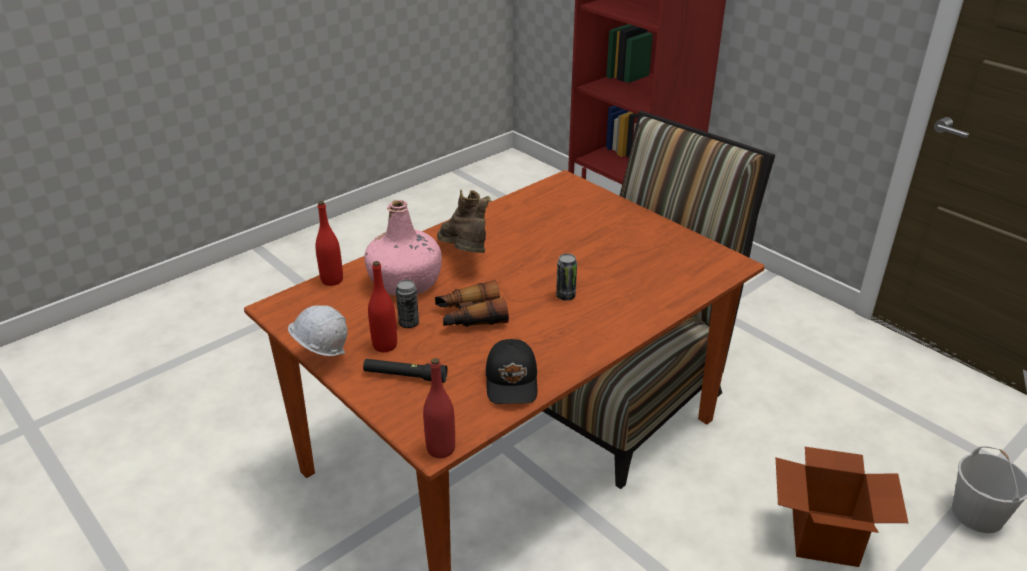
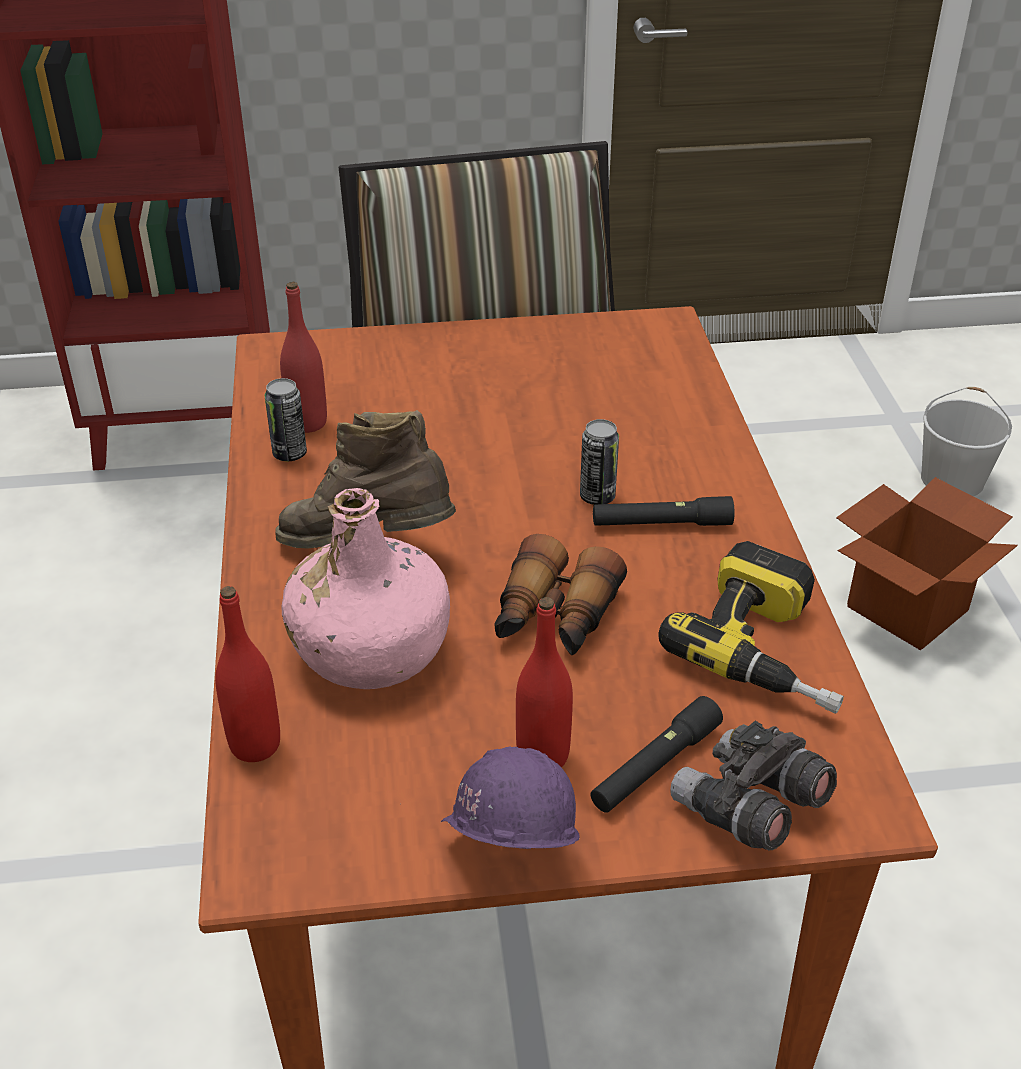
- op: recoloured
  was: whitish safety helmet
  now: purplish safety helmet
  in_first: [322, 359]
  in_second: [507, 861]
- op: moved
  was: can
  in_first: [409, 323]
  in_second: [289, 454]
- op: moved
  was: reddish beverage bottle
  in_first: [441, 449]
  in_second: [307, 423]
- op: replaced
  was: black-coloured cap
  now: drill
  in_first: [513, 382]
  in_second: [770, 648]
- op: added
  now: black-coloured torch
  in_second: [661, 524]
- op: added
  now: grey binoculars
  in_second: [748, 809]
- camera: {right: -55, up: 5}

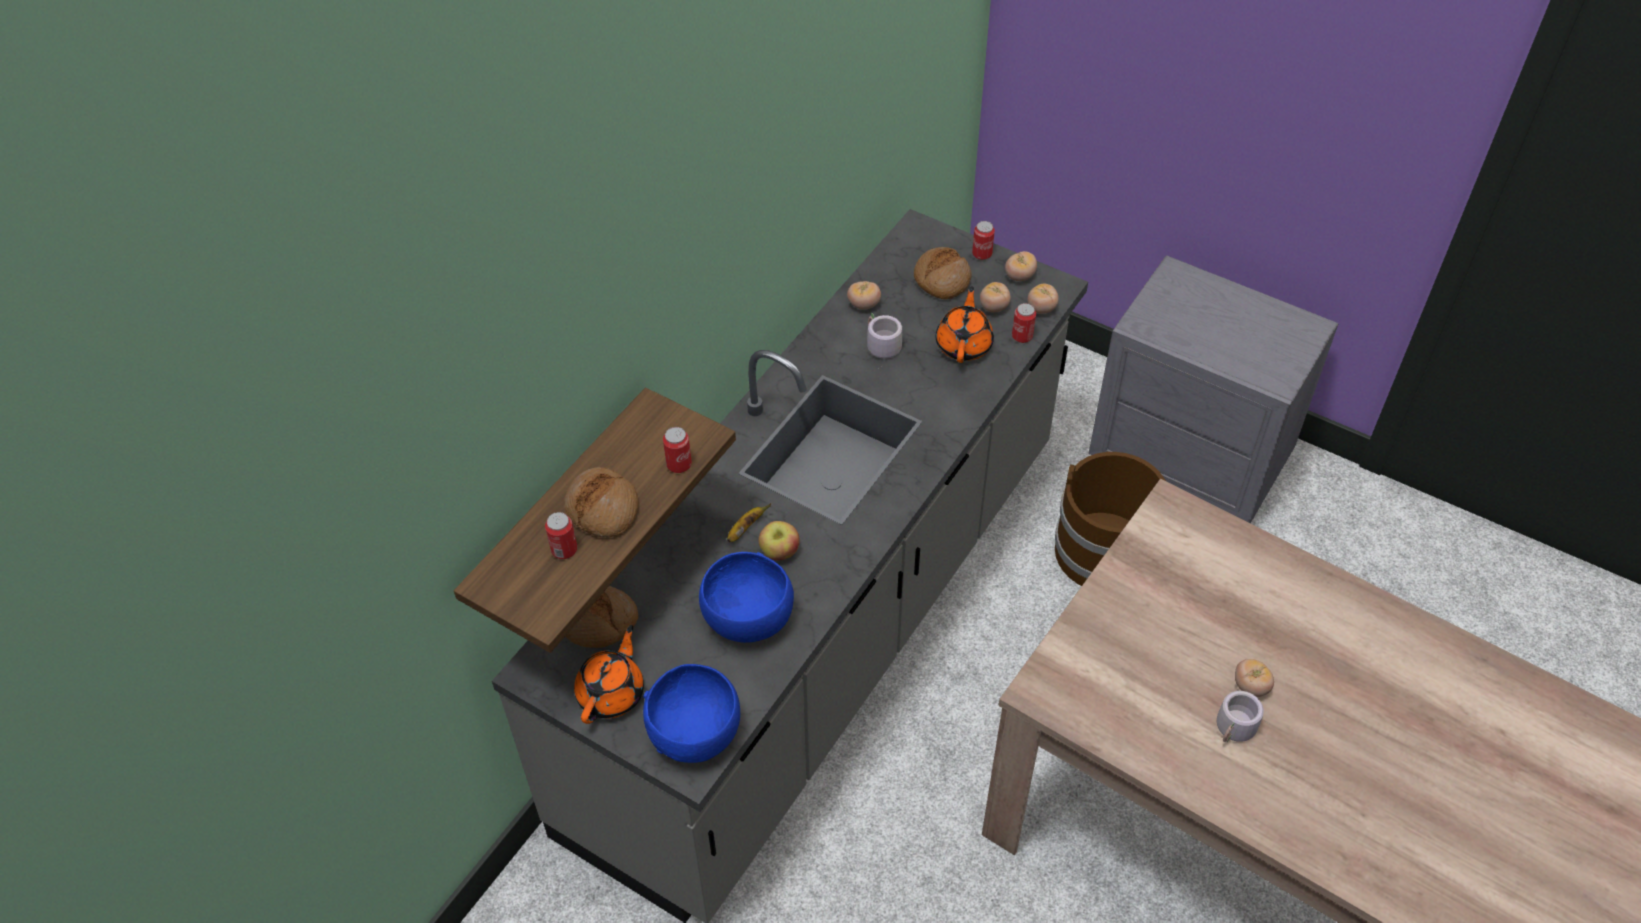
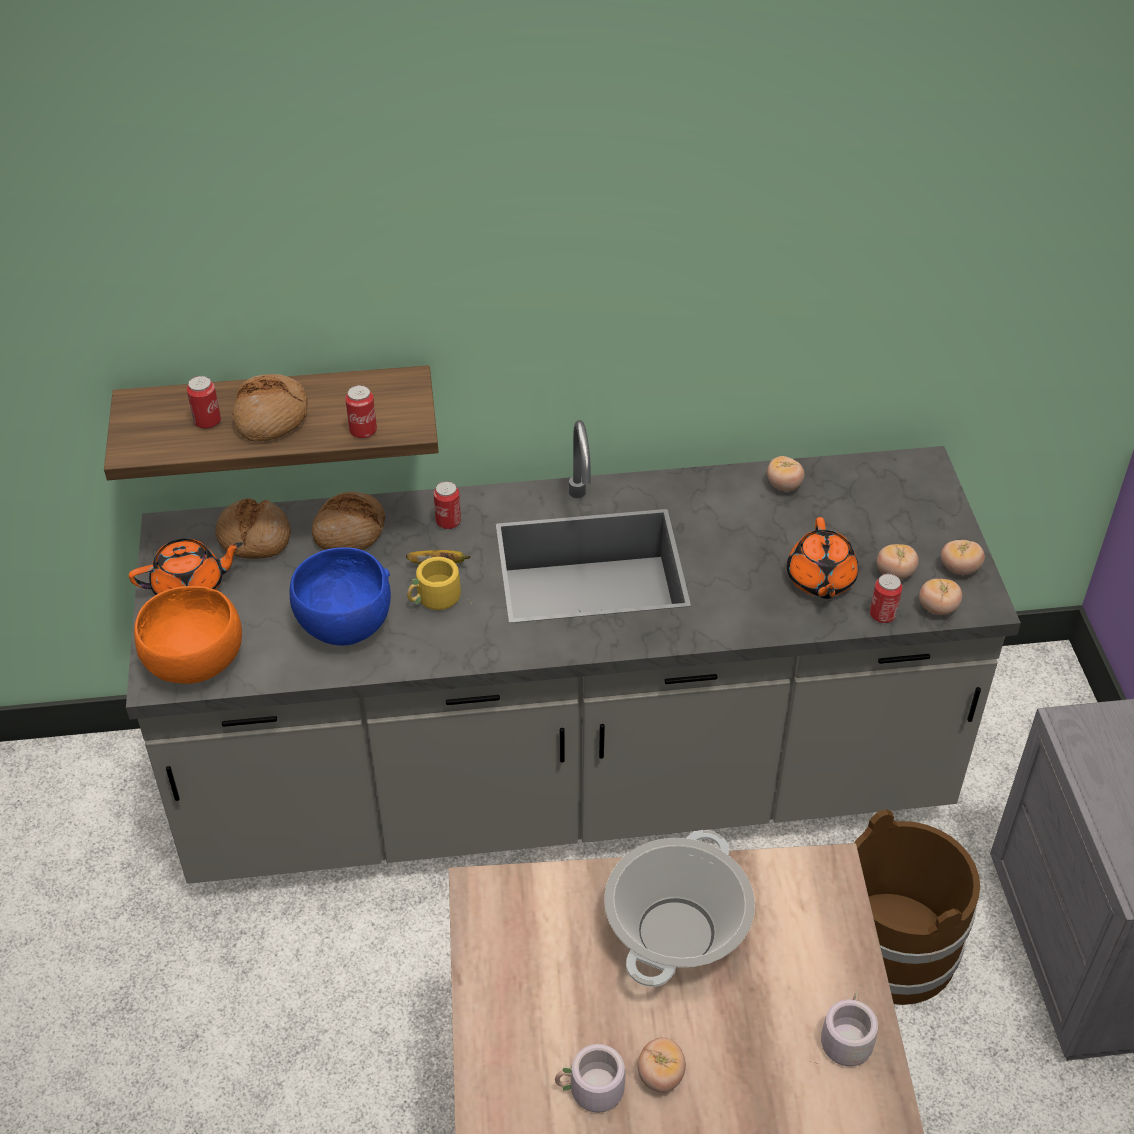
- op: recoloured
  was: bluish bowl
  now: orangey bowl
  in_first: [695, 731]
  in_second: [196, 661]
- op: replaced
  was: apple
  now: yellowish mug
  in_first: [779, 552]
  in_second: [435, 600]
- op: moved
  was: grey mug
  in_first: [879, 346]
  in_second: [844, 1037]
- op: moved
  was: bakery bread
  in_first: [941, 280]
  in_second: [349, 531]
- op: turned
  was: orangey teapot
  in_first: [964, 344]
  in_second: [820, 580]
  clockwise: 120
- op: moved
  was: can
  in_first: [982, 254]
  in_second: [448, 522]
- op: added
  now: saucepot
  in_second: [675, 932]
- camera: {right: 50, up: -5}

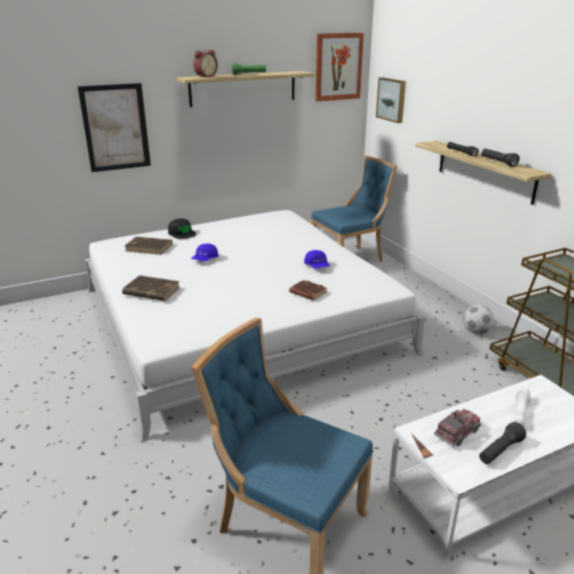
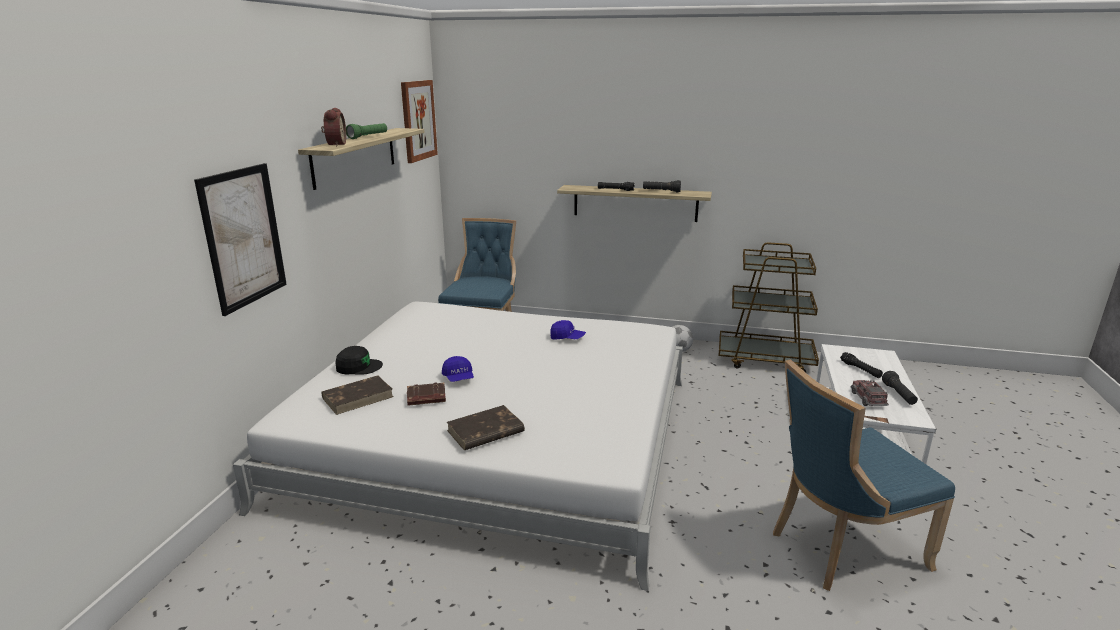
- op: moved
  was: brown bound book
  in_first: [307, 293]
  in_second: [426, 398]
- op: removed
  was: wall art
  in_first: [392, 99]
- op: recoloured
  was: whitish torch
  now: black-coloured torch
  in_first: [520, 412]
  in_second: [860, 369]
- camera: {right: -50, up: -5}

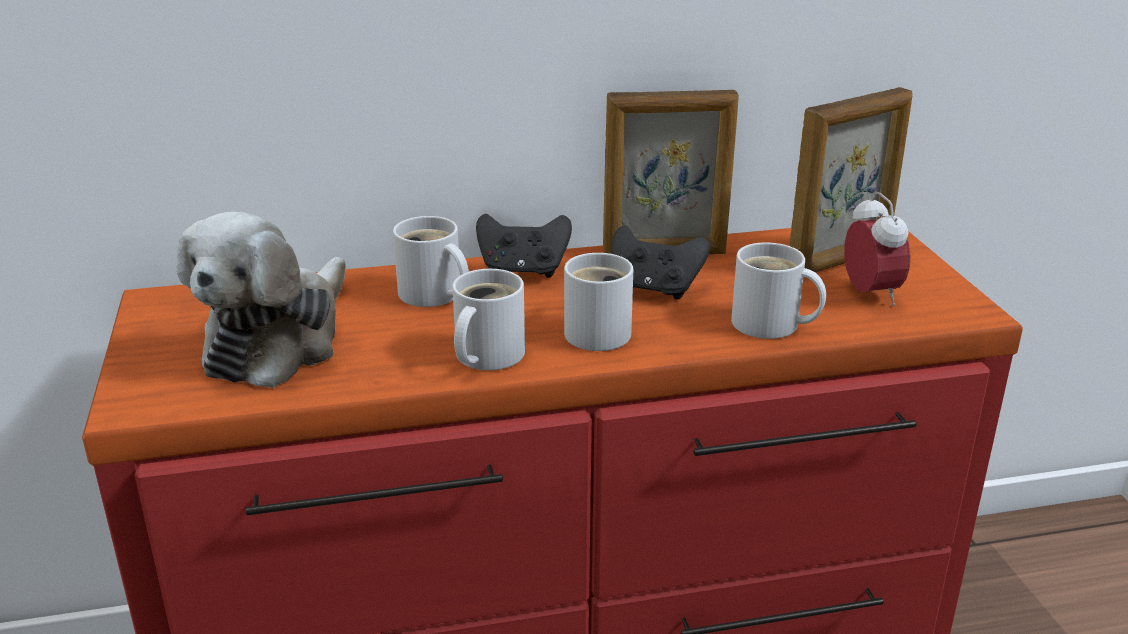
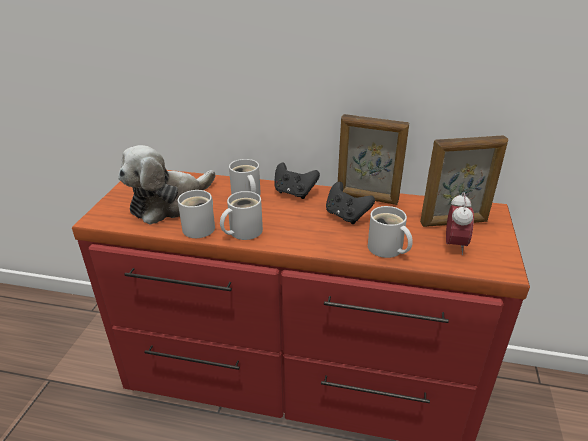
- op: moved
  was: whitish mug
  in_first: [599, 331]
  in_second: [201, 227]
- camera: {right: 25, up: 5}

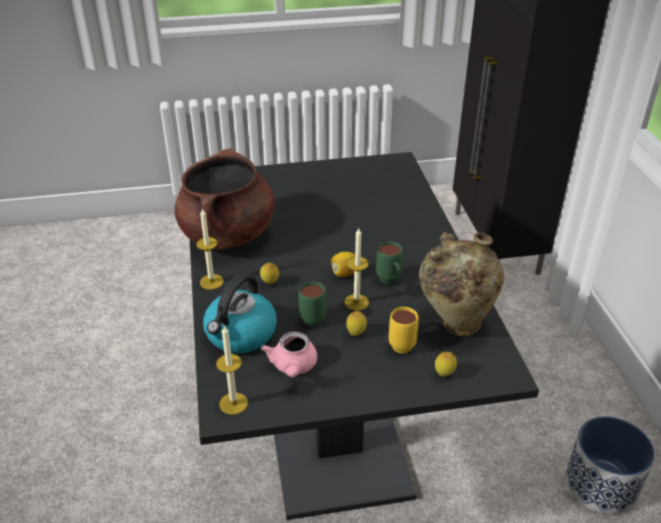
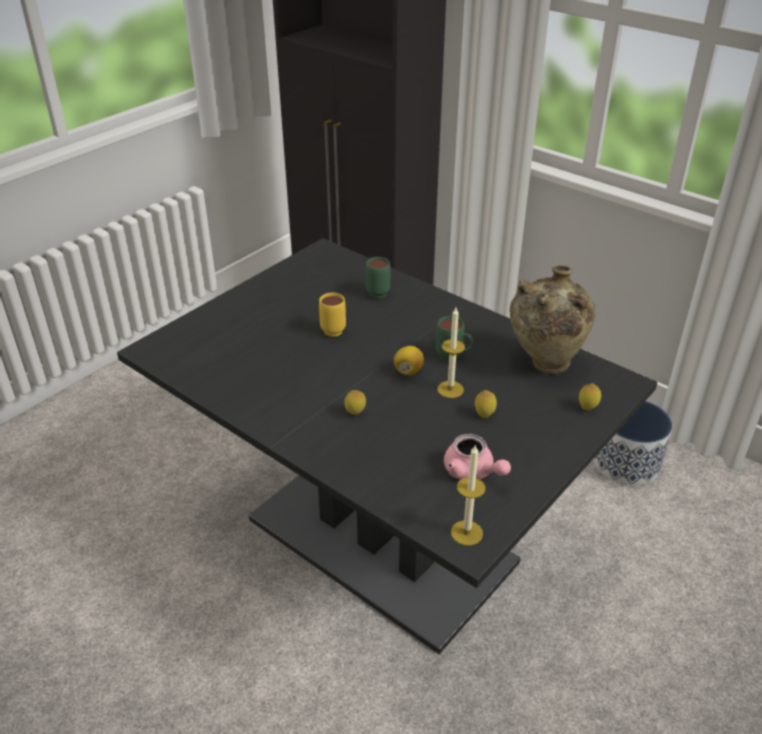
- op: removed
  was: brown saucepot
  in_first: [228, 234]
- op: removed
  was: candle
  in_first: [211, 282]
- op: removed
  was: tea kettle
  in_first: [240, 334]
- op: moved
  was: green mug
  in_first: [315, 317]
  in_second: [376, 291]
- op: moved
  was: yellowish mug
  in_first: [402, 342]
  in_second: [330, 329]
- camera: {right: -40, up: 0}

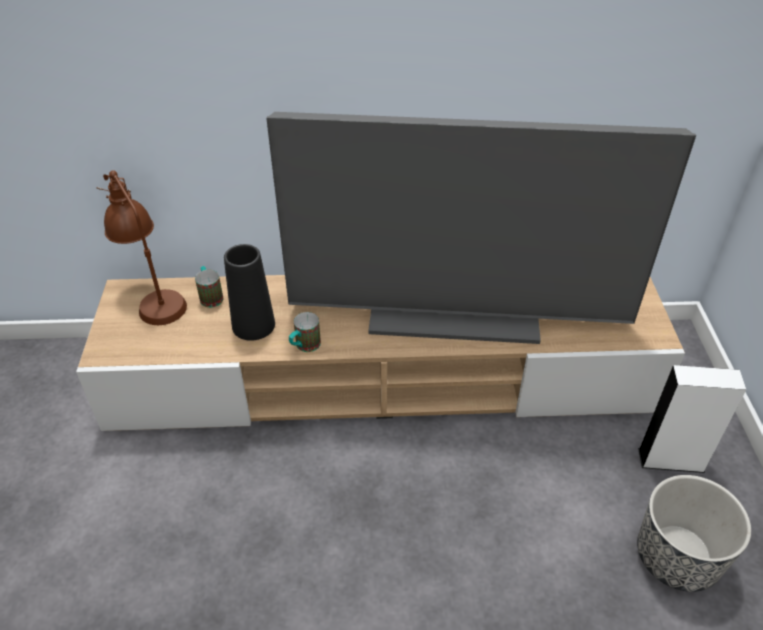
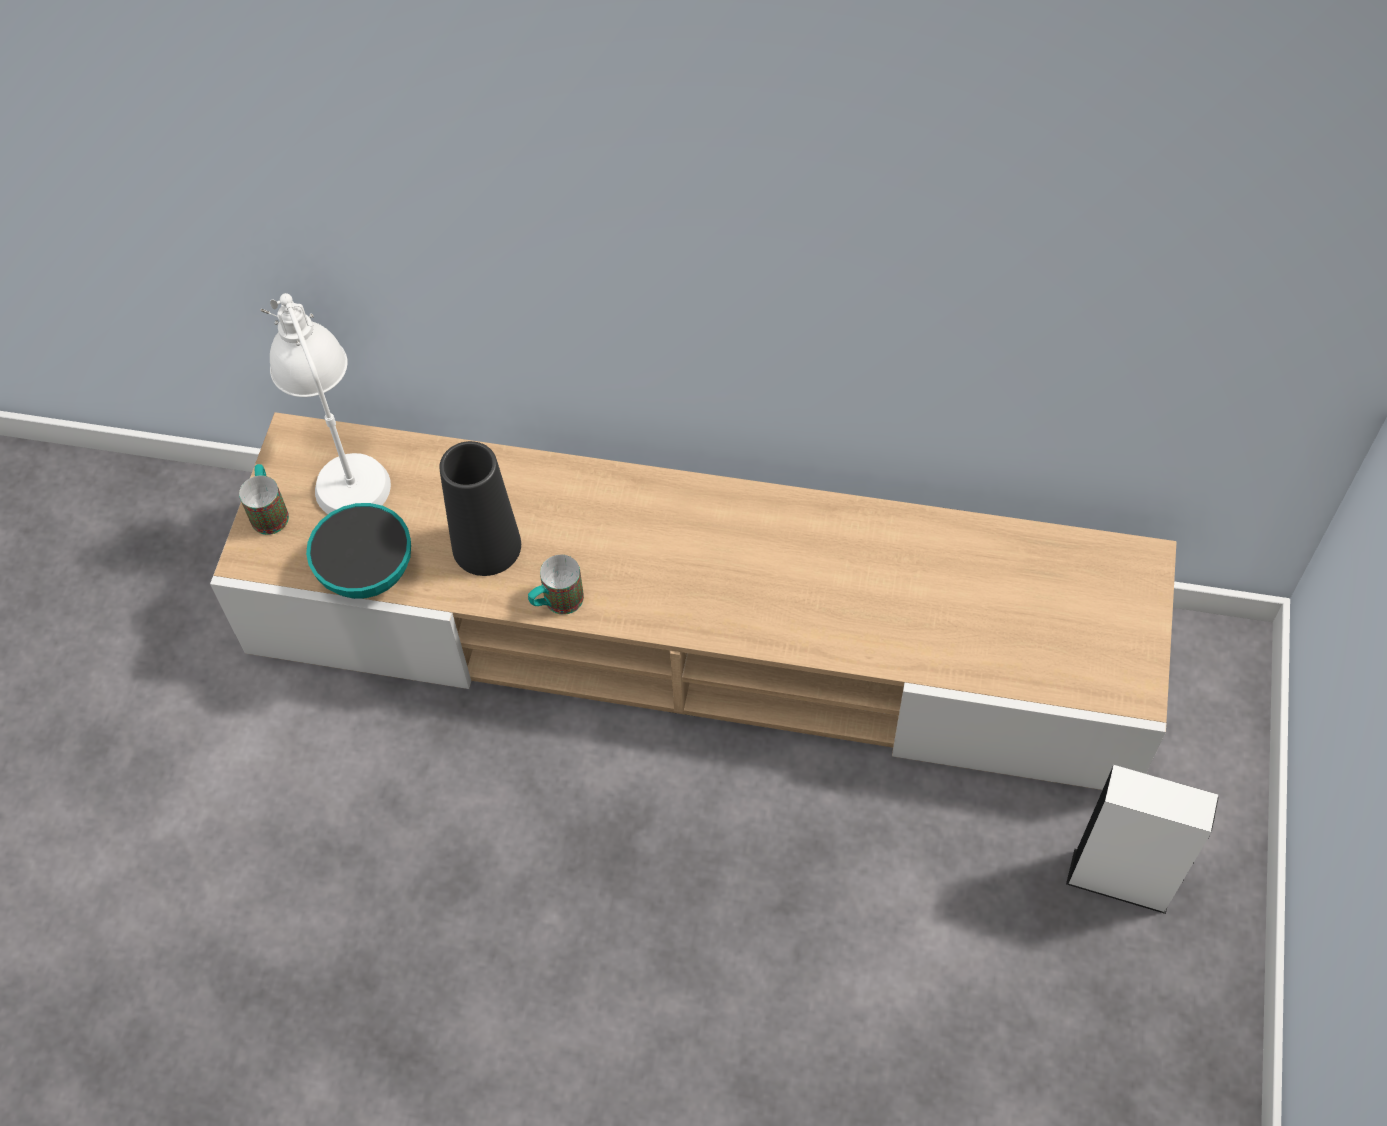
- op: recoloured
  was: brown tabletop lamp
  now: whitish tabletop lamp
  in_first: [153, 297]
  in_second: [341, 462]
- op: moved
  was: mug
  in_first: [210, 296]
  in_second: [269, 511]
- op: removed
  was: television
  in_first: [456, 310]
- op: removed
  was: flower pot
  in_first: [677, 557]
- op: added
  now: bowl
  in_second: [367, 573]
- camera: {right: 15, up: 15}

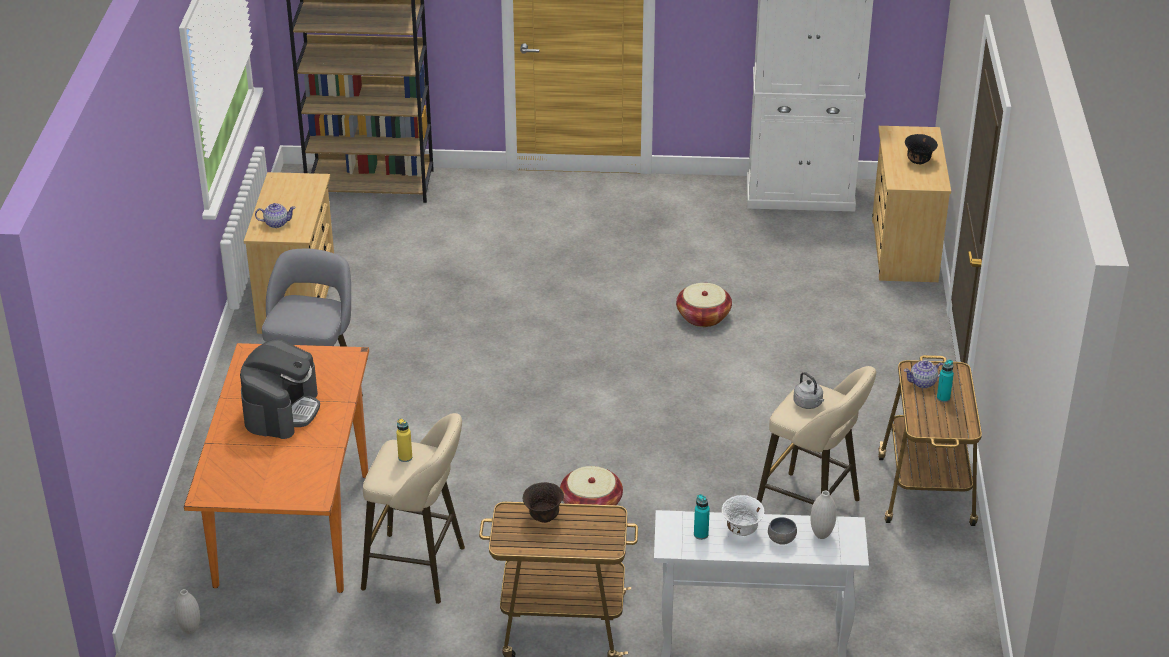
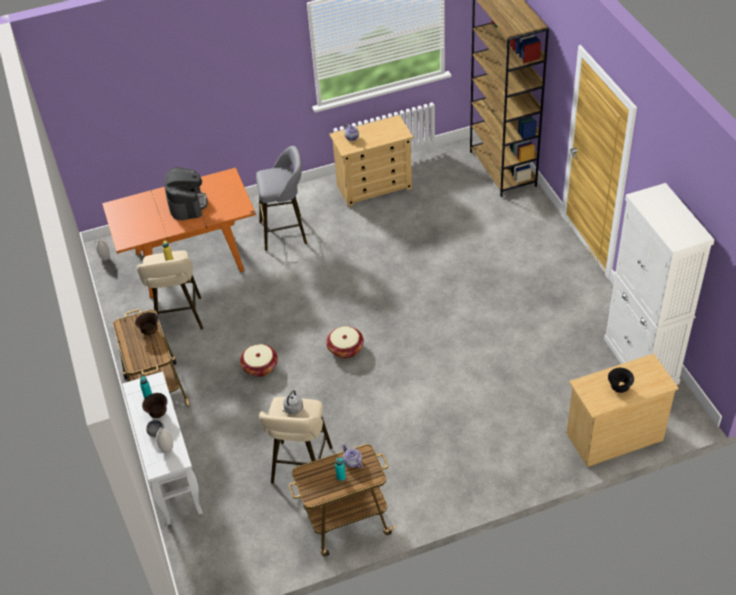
- op: turned
  was: coffee maker
  in_first: [282, 410]
  in_second: [187, 204]
  clockwise: -90
- op: moved
  was: basket
  in_first: [703, 316]
  in_second: [345, 349]
- op: recoloured
  was: whitish bowl
  now: brown bowl
  in_first: [742, 531]
  in_second: [158, 413]
- camera: {right: 70, up: 10}

